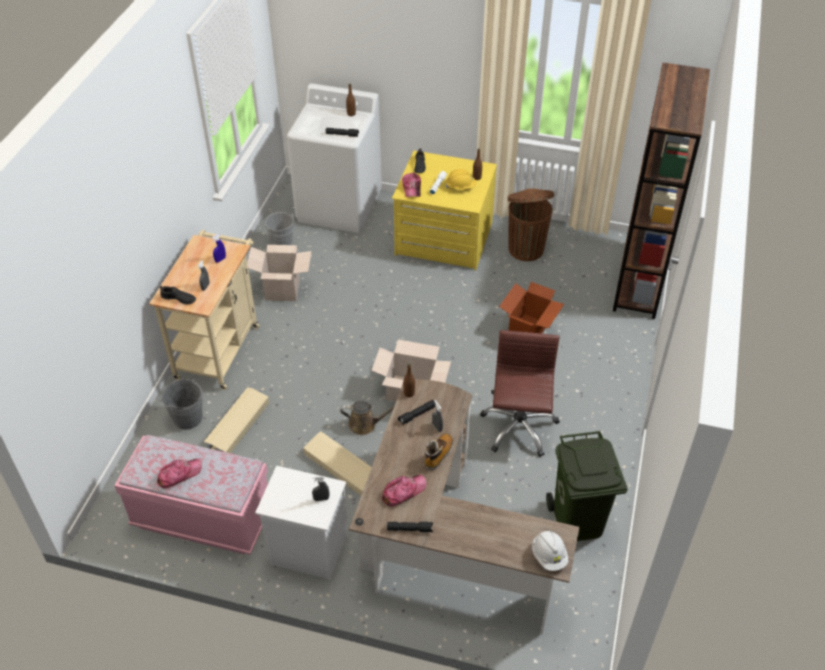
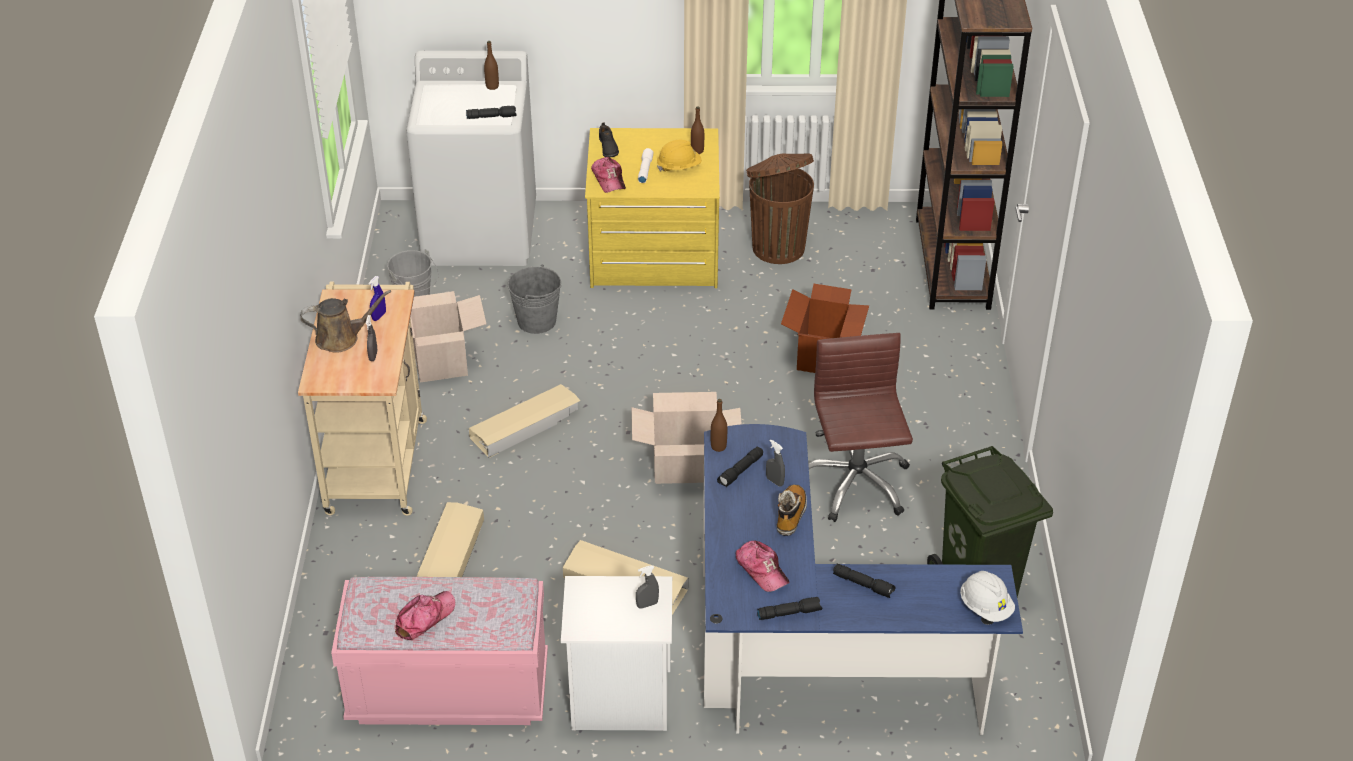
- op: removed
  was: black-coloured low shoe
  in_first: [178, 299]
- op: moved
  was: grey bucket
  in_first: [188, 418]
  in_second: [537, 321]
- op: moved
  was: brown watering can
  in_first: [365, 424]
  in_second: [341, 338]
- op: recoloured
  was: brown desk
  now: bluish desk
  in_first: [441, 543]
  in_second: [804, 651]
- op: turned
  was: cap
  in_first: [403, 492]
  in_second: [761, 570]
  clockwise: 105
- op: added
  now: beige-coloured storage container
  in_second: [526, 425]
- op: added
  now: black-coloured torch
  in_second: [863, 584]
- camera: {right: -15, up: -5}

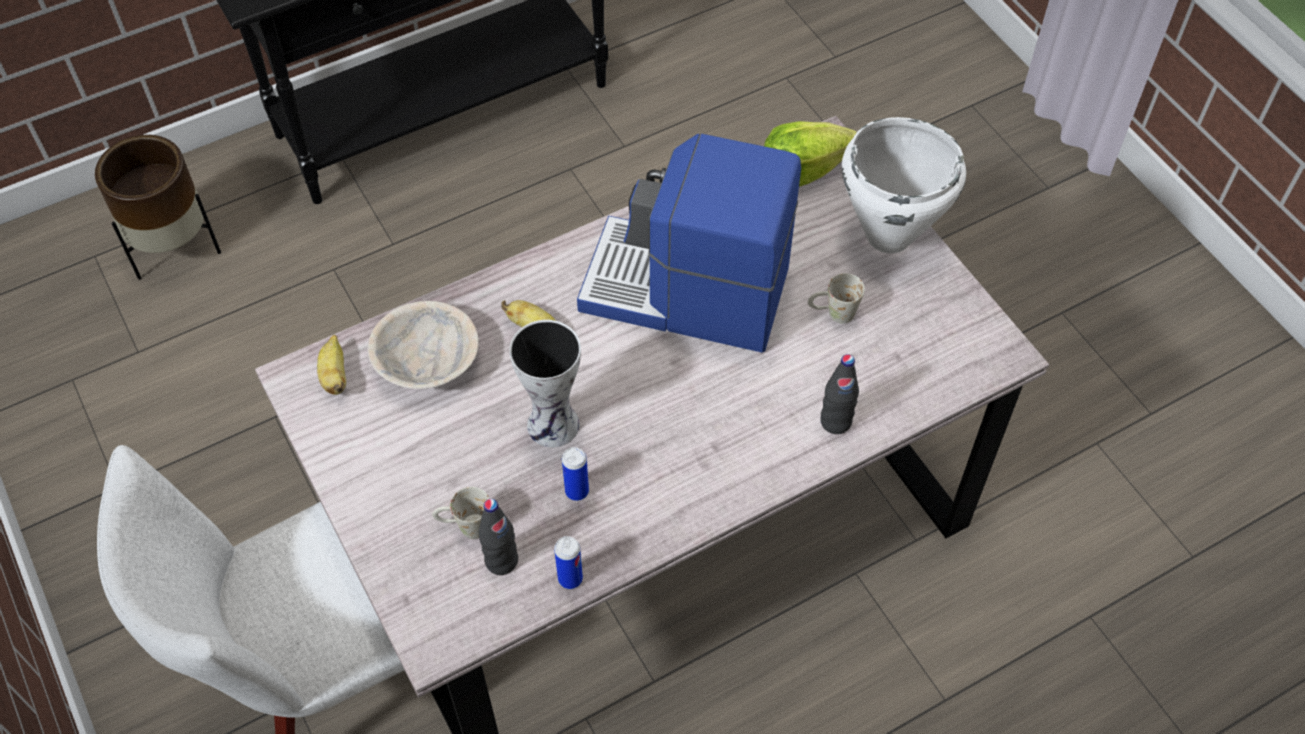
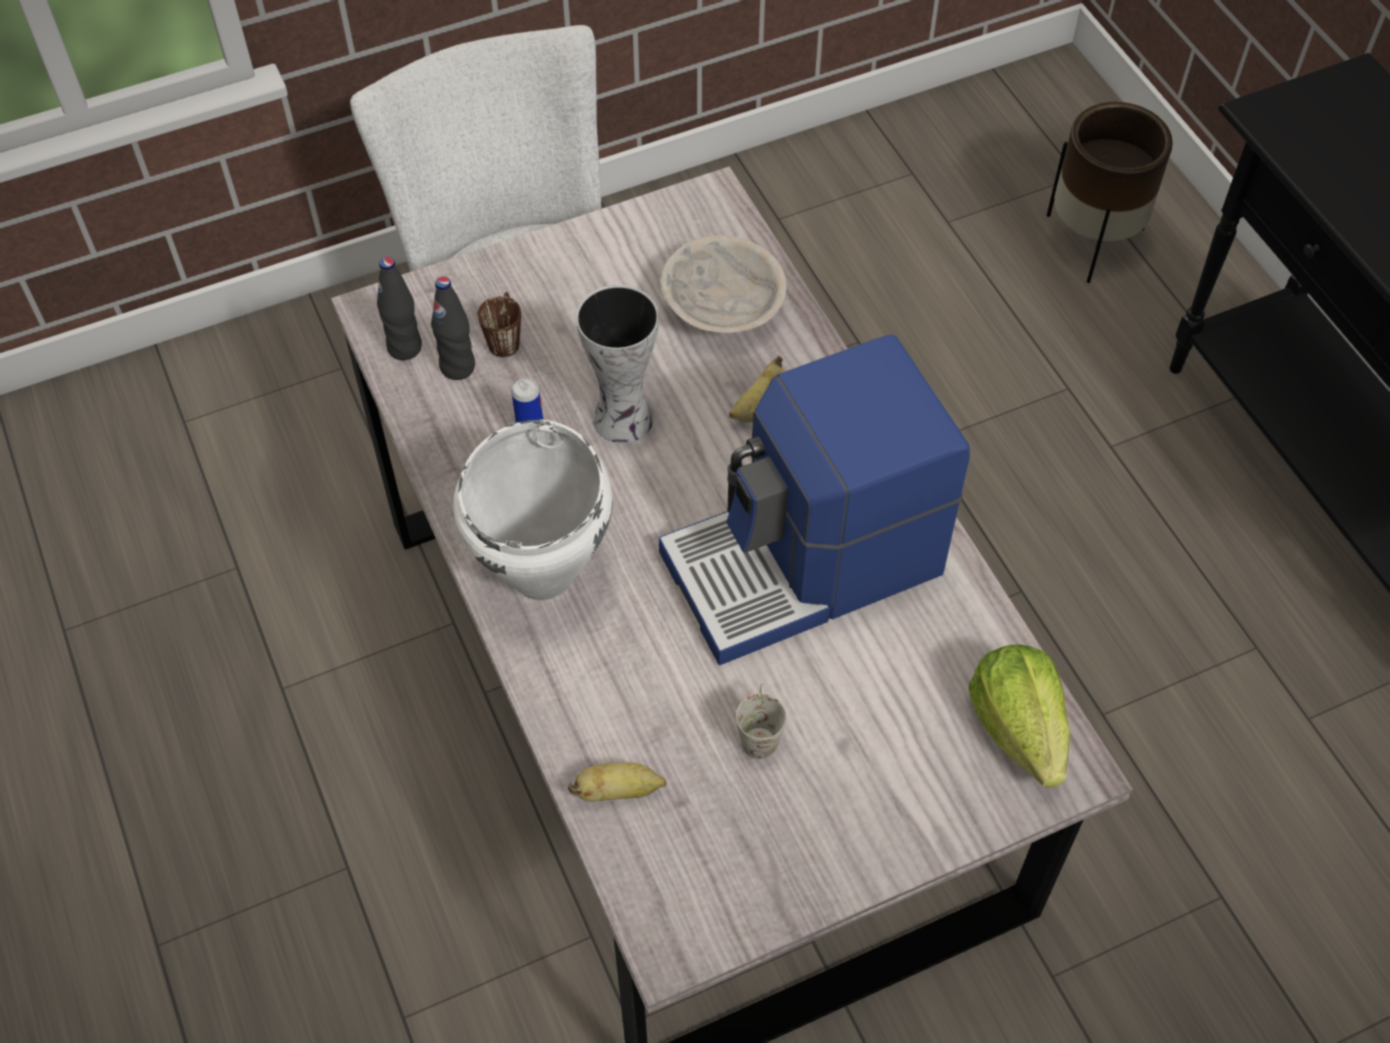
- op: moved
  was: banana fruit
  in_first: [335, 375]
  in_second: [618, 791]
- op: recoloured
  was: whitish mug
  now: brown mug
  in_first: [464, 526]
  in_second: [505, 337]
- op: removed
  was: can
  in_first: [570, 578]
- op: turned
  was: coffee maker
  in_first: [686, 292]
  in_second: [806, 565]
  clockwise: -135
- op: moved
  was: black-coloured beverage bottle
  in_first: [835, 422]
  in_second: [405, 347]
- op: moved
  was: whitish saucepot
  in_first: [888, 235]
  in_second: [544, 574]
- camera: {right: 95, up: 0}

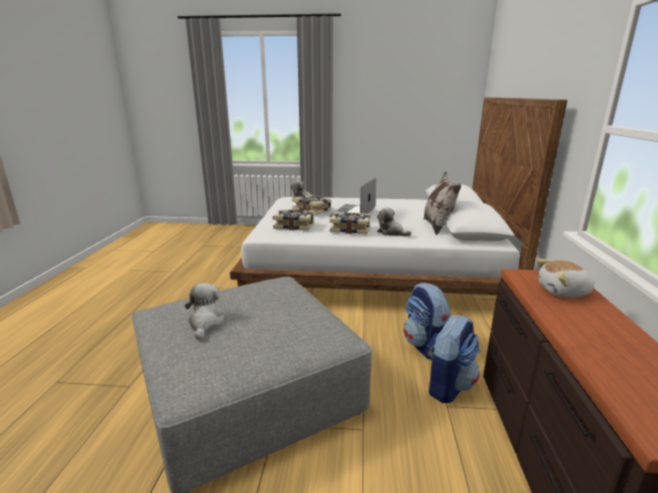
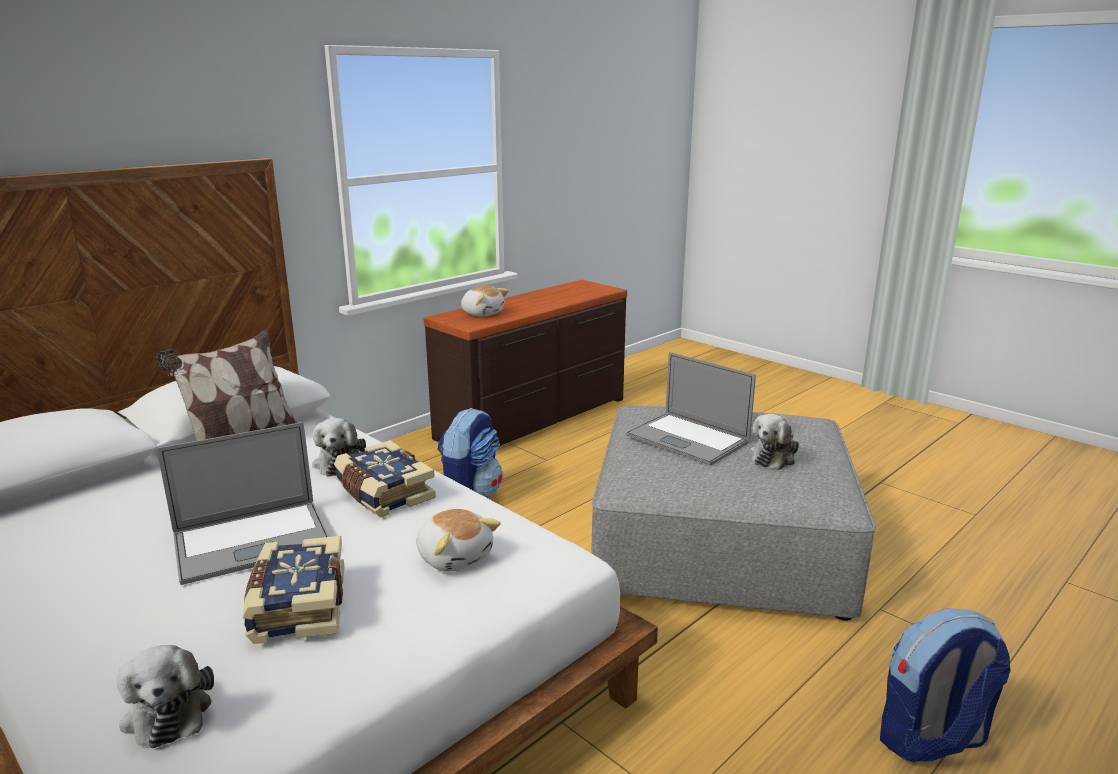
- op: replaced
  was: bound book
  now: plush toy
  in_first: [294, 226]
  in_second: [455, 556]
- op: moved
  was: rucksack
  in_first: [447, 385]
  in_second: [931, 740]
- op: added
  now: notebook computer
  in_second: [687, 439]
- camera: {right: -140, up: 0}

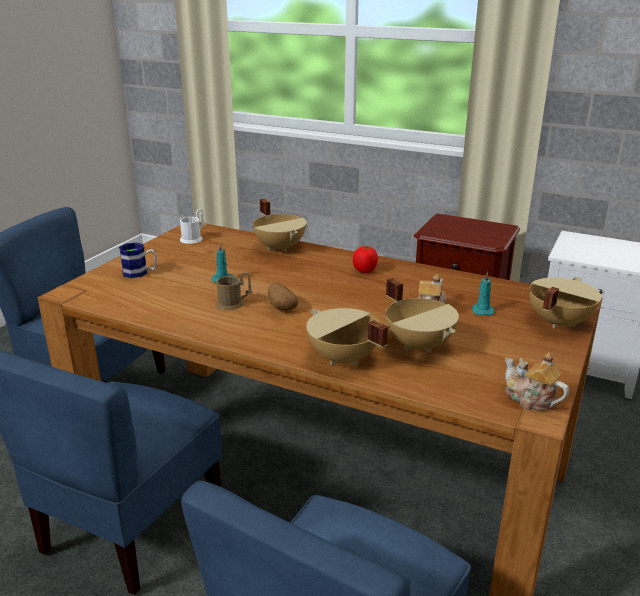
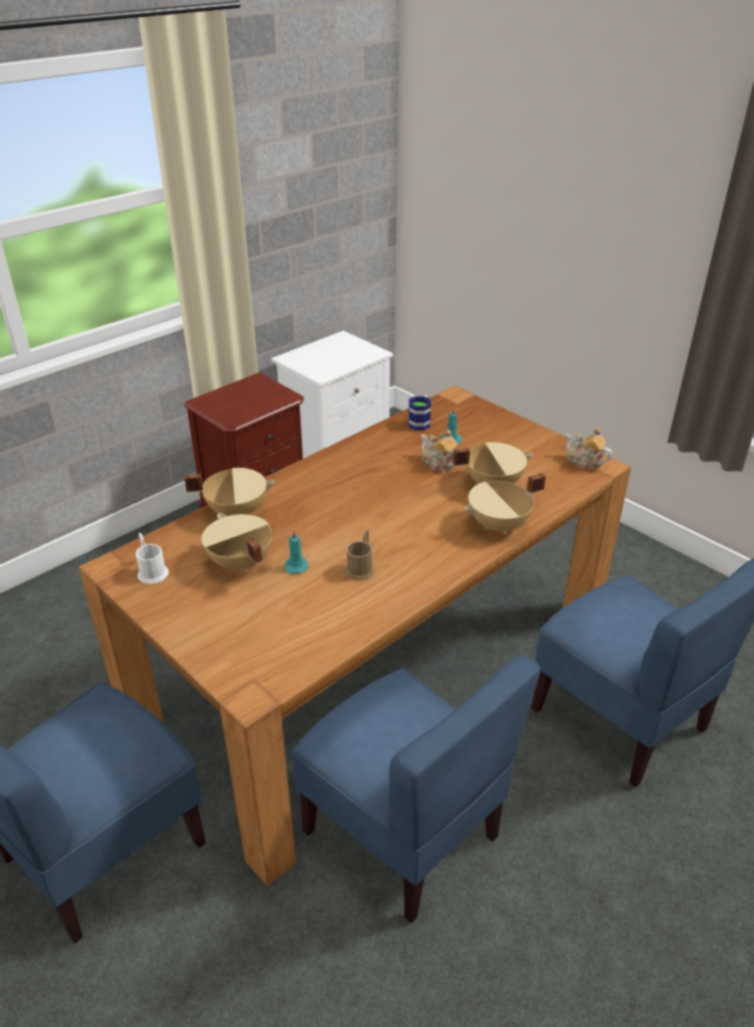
- op: moved
  was: mug
  in_first: [140, 273]
  in_second: [420, 422]
- op: removed
  was: potato
  in_first: [281, 307]
- op: removed
  was: whole tomato
  in_first: [365, 271]
- op: turned
  was: teapot
  in_first: [530, 399]
  in_second: [584, 462]
  clockwise: 60
- op: moved
  was: beige-coloured saucepot
  in_first: [557, 322]
  in_second: [239, 563]
- camera: {right: -70, up: 10}

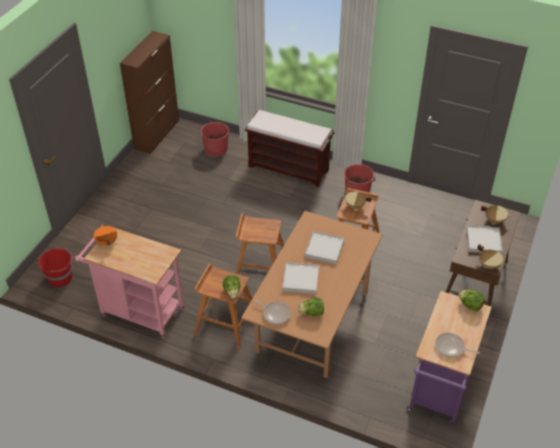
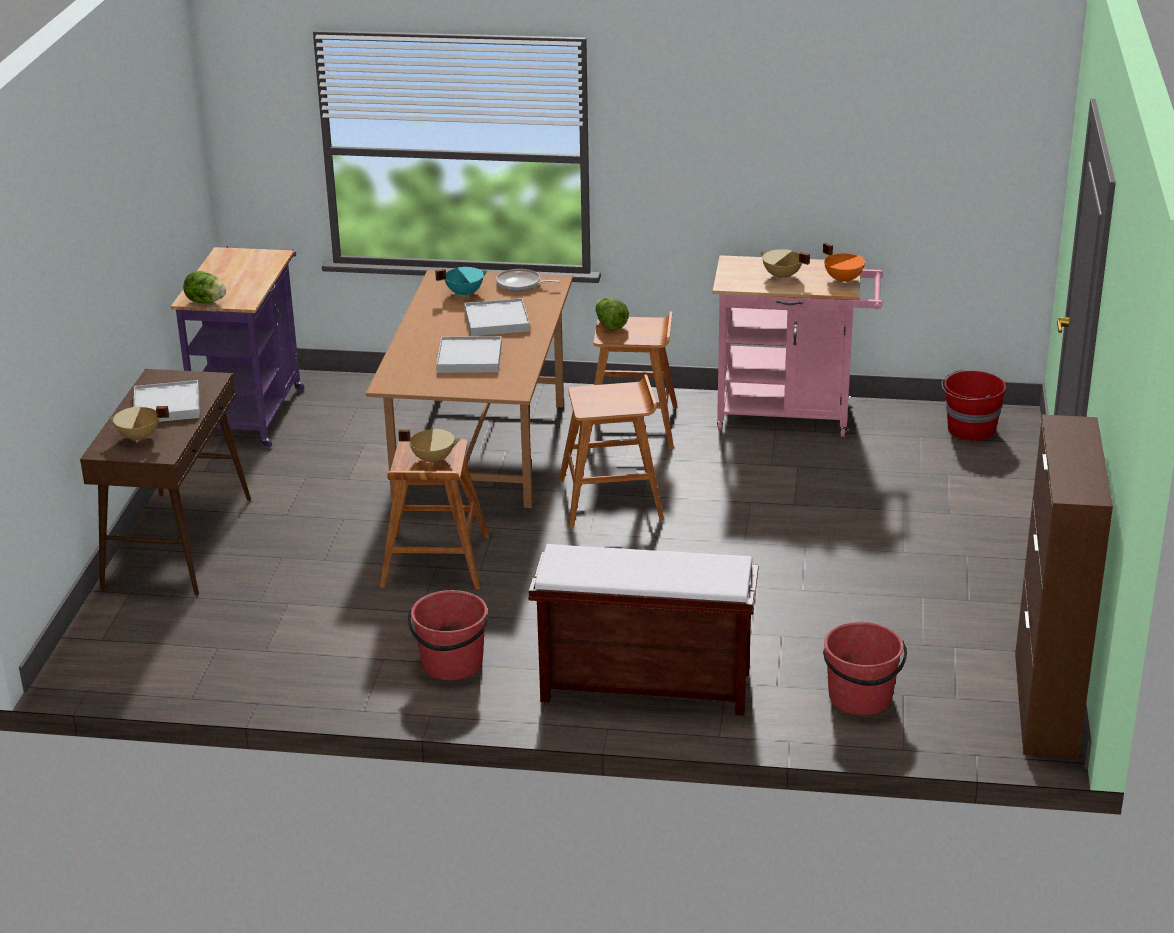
- op: replaced
  was: lettuce head
  now: blue-green saucepot
  in_first: [312, 313]
  in_second: [464, 293]
- op: removed
  was: pan
  in_first: [451, 347]
- op: moved
  was: beige-coloured saucepot
  in_first: [489, 265]
  in_second: [781, 276]
- camera: {right: 165, up: -15}

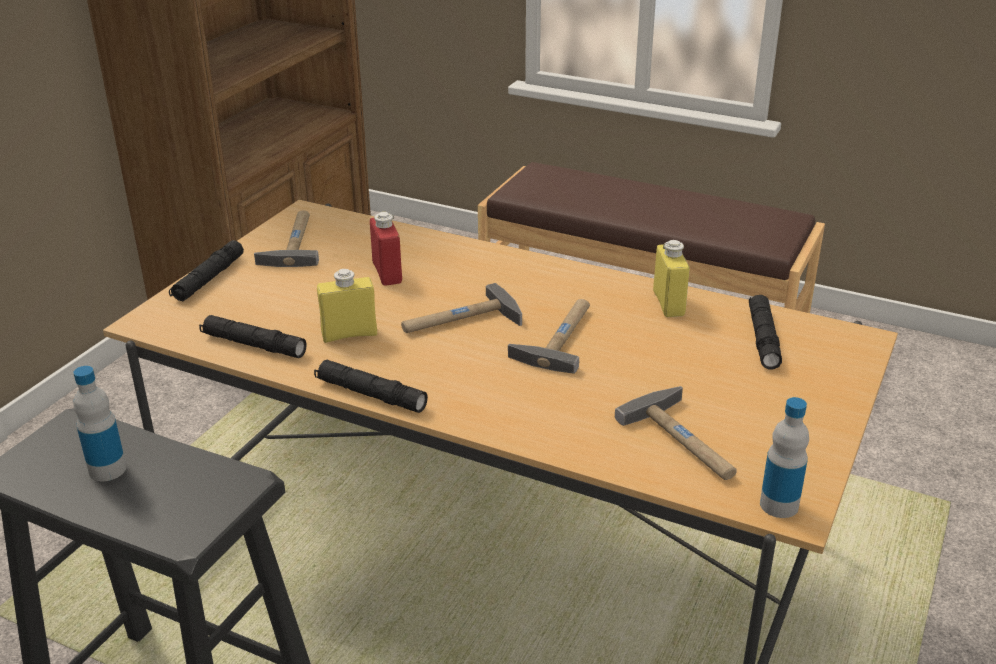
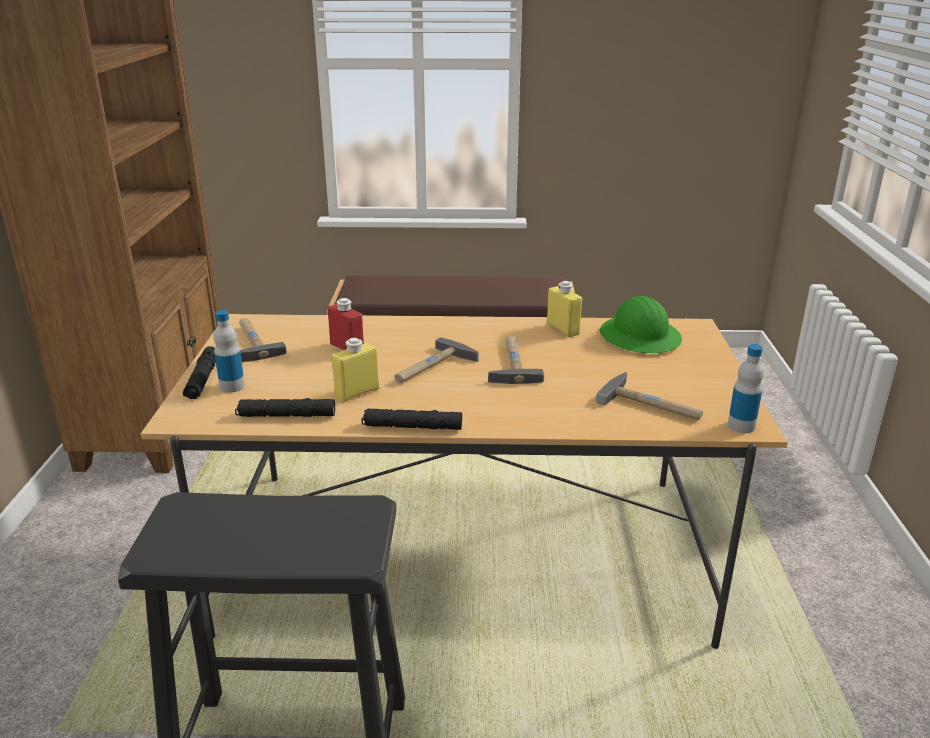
- op: moved
  was: beverage bottle
  in_first: [107, 469]
  in_second: [232, 386]
- op: replaced
  was: black-coloured torch
  now: green safety helmet
  in_first: [763, 338]
  in_second: [640, 337]
- camera: {right: -25, up: -5}

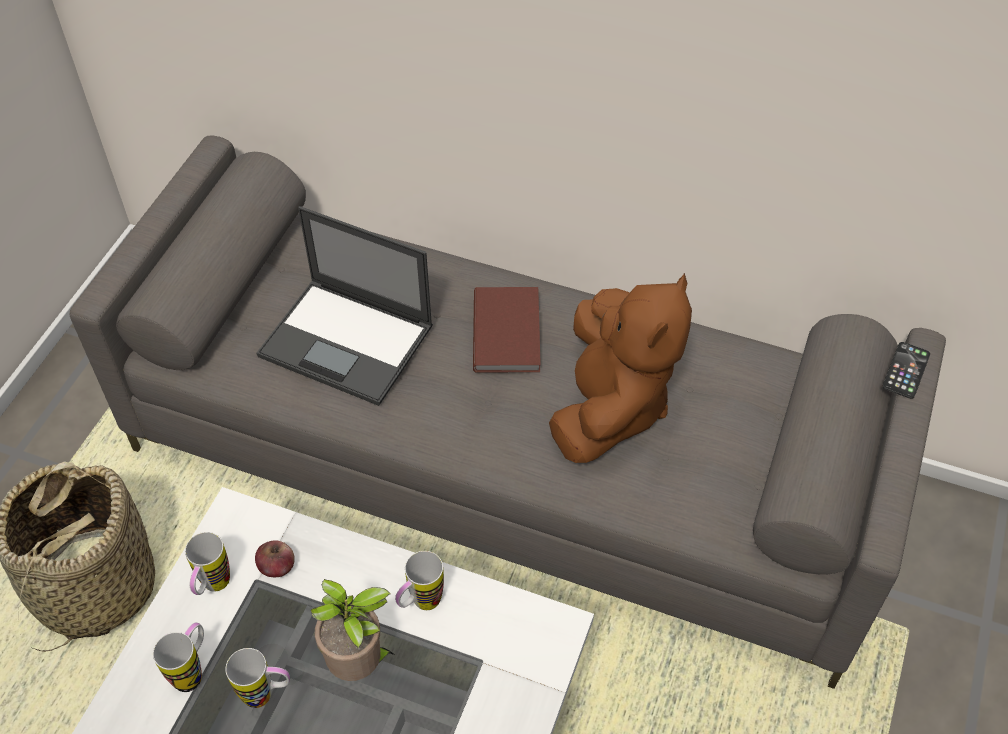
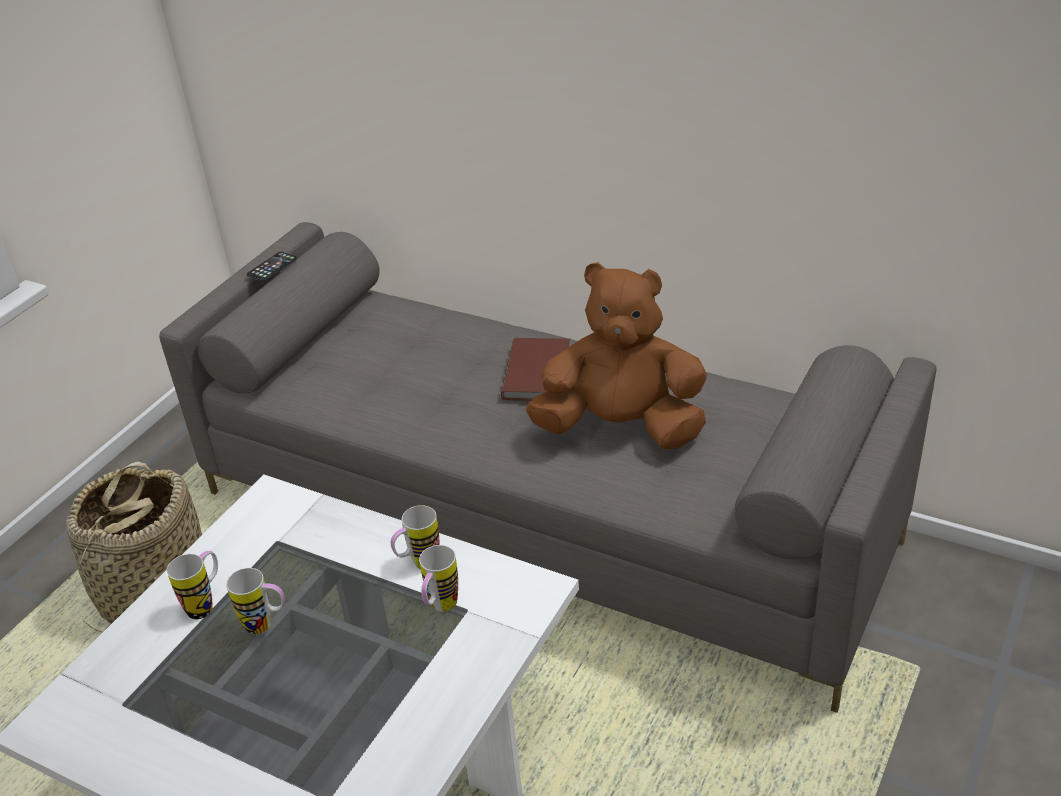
- op: moved
  was: mug
  in_first: [213, 588]
  in_second: [440, 608]
- op: removed
  was: apple
  in_first: [277, 567]
- op: removed
  was: notebook computer
  in_first: [348, 341]
- op: removed
  was: houseplant
  in_first: [360, 664]
- op: turned
  was: brown plush toy
  in_first: [610, 406]
  in_second: [621, 428]
  clockwise: -105
- op: moved
  was: telephone
  in_first: [906, 370]
  in_second: [272, 267]
- camera: {right: 10, up: -15}

